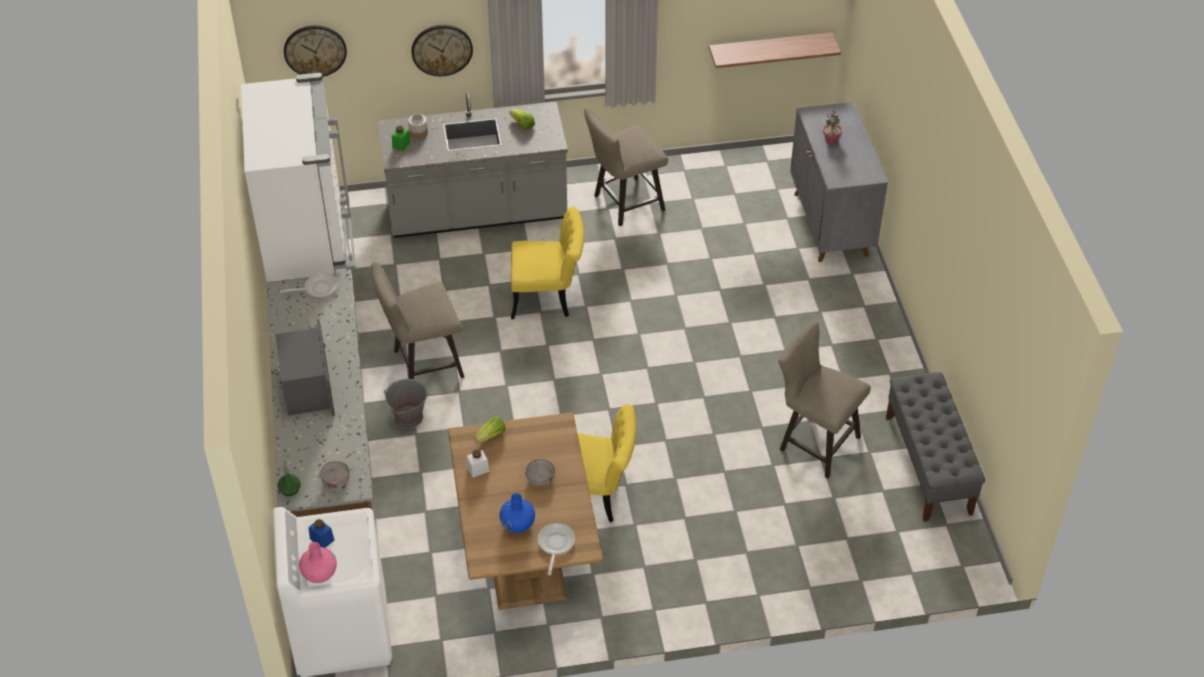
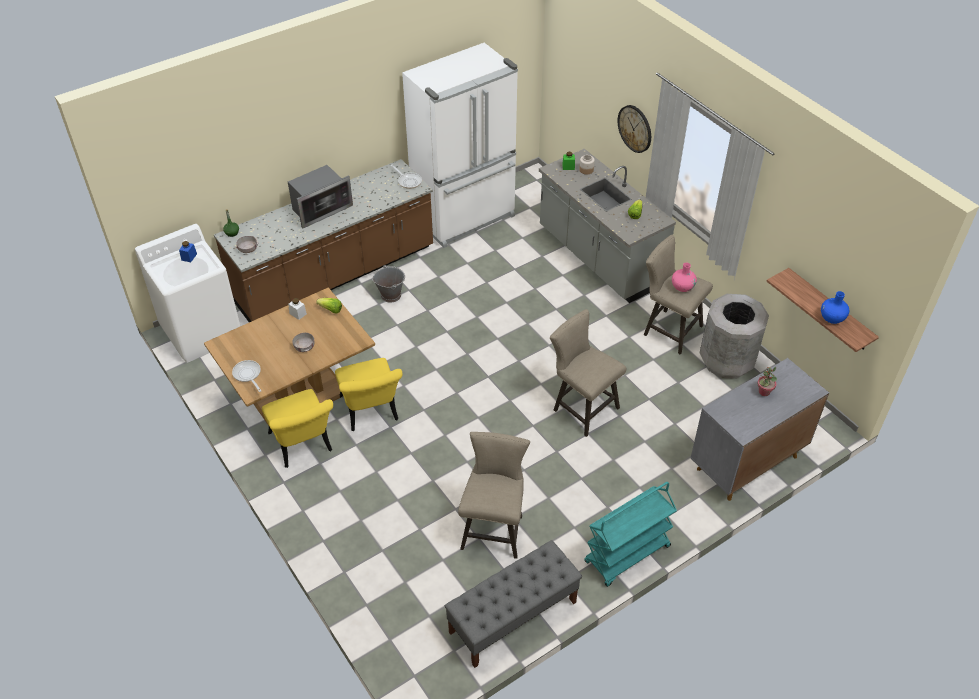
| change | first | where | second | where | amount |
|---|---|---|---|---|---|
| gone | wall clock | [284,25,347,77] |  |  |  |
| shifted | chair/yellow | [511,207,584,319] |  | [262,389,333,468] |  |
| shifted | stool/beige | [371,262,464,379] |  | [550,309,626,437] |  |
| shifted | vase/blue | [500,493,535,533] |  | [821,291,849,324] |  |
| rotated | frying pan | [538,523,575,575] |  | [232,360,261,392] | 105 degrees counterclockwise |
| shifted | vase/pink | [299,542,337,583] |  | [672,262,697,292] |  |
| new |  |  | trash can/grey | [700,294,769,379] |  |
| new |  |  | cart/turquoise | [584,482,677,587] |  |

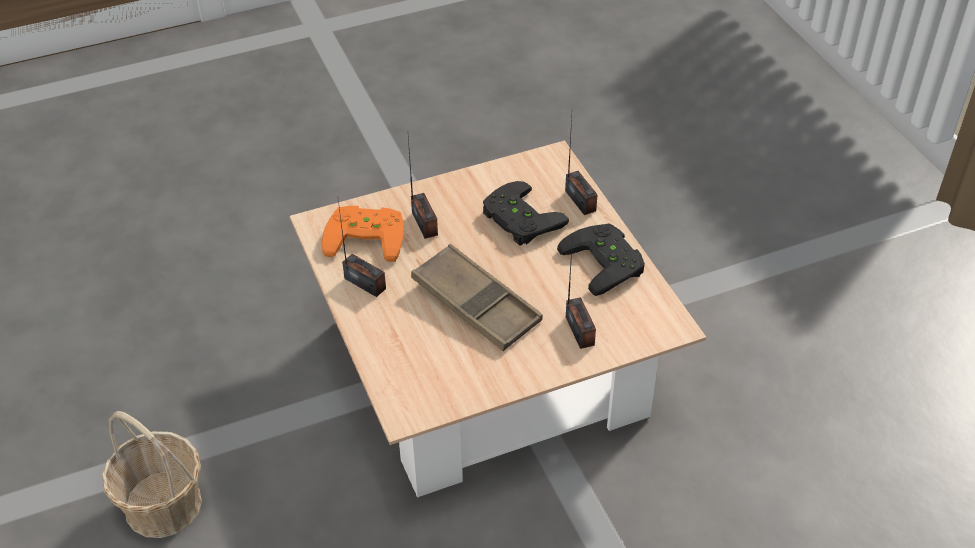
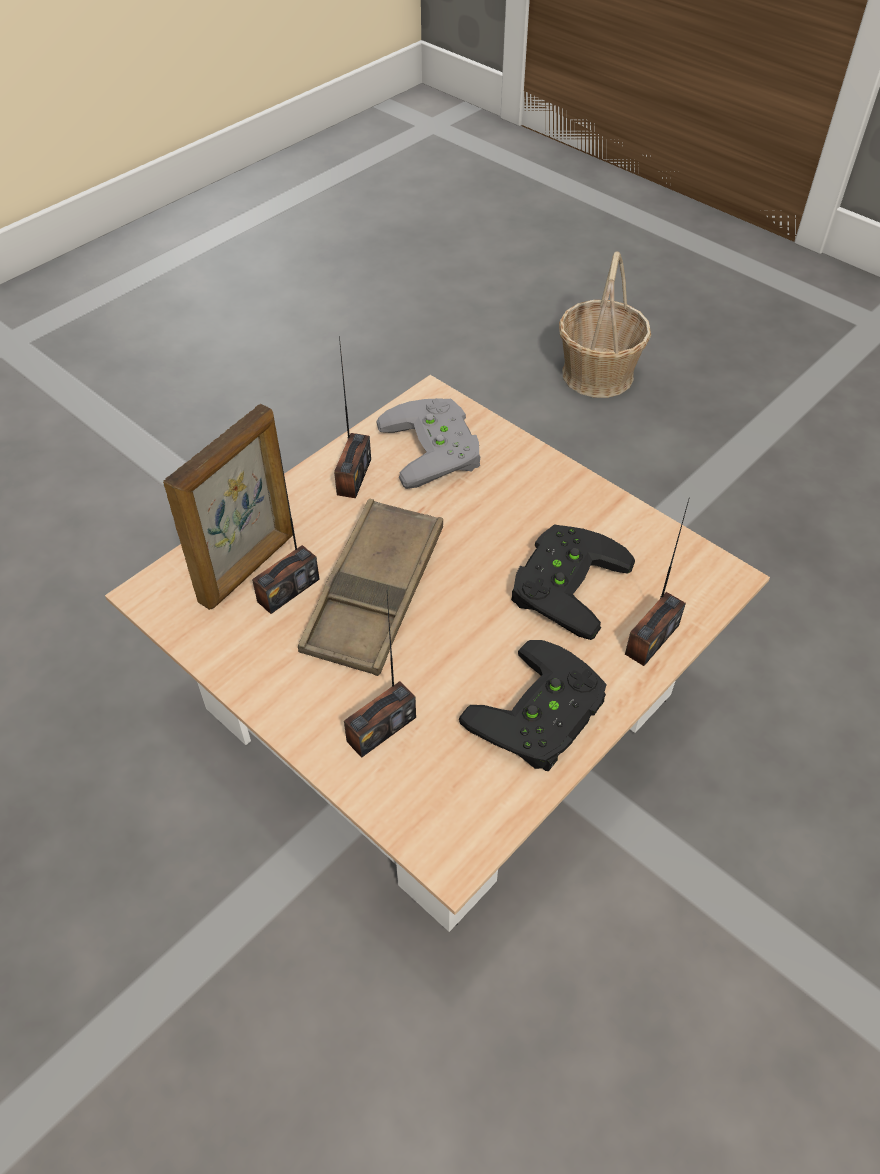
| change | first | where | second | where | amount |
|---|---|---|---|---|---|
| shifted | radio | [408,137,438,239] |  | [252,448,320,614] |  |
| repainted | game controller/orange | [322,206,404,262] | game controller/grey | [376,398,480,489] |  |
| shifted | basket | [102,411,202,538] |  | [559,251,651,398] |  |
| new |  |  | picture frame | [163,404,293,610] |  |

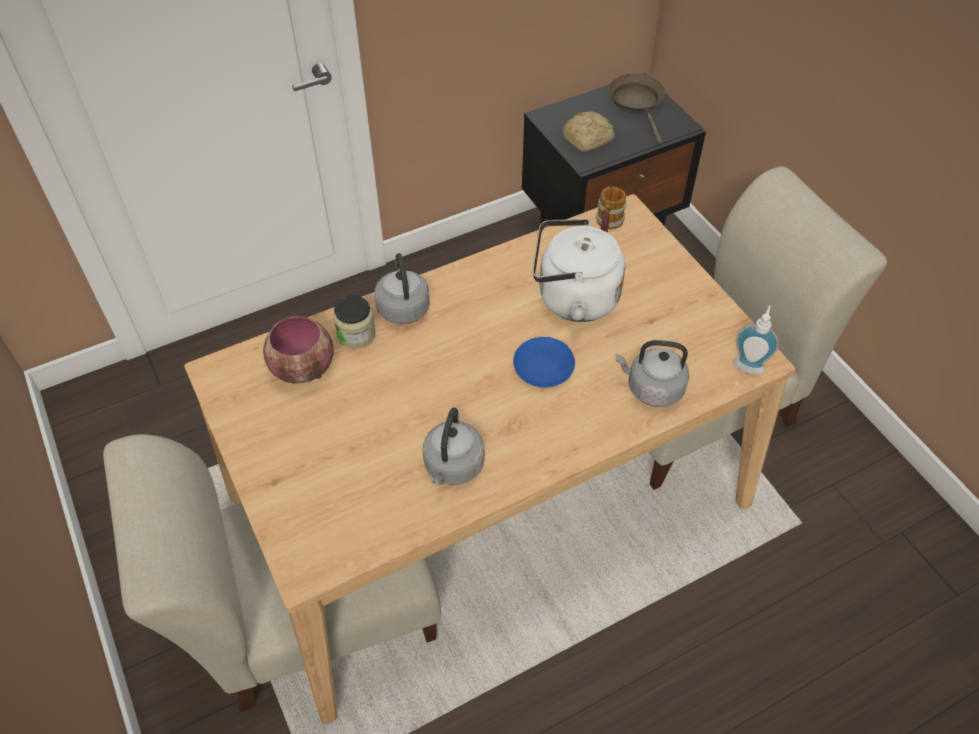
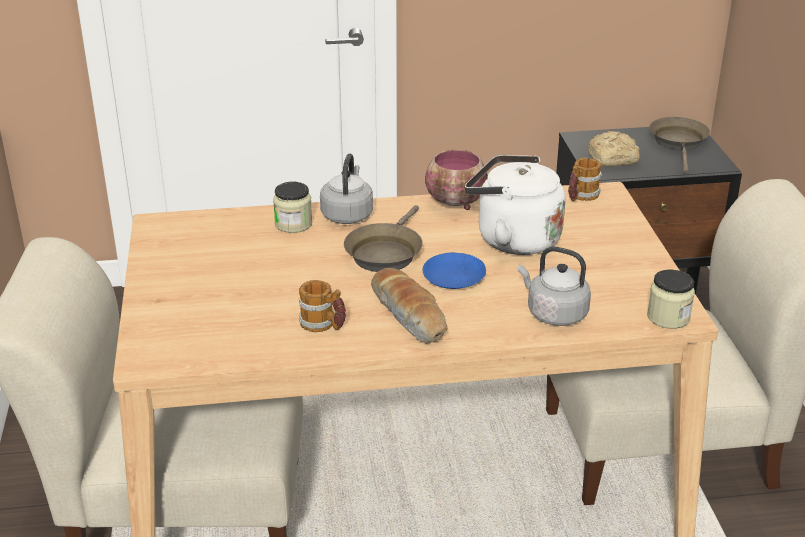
| change | first | where | second | where | amount |
|---|---|---|---|---|---|
| swapped | soap dispenser | [733,305,779,374] | jar | [647,270,695,329] |  |
| shifted | bowl | [263,316,334,384] |  | [425,149,488,210] |  |
| swapped | kettle/grey | [422,408,485,485] | mug | [299,280,346,332] |  |
| new |  |  | frying pan/brown | [344,205,423,272] |  |
| new |  |  | bread | [371,268,448,343] |  |

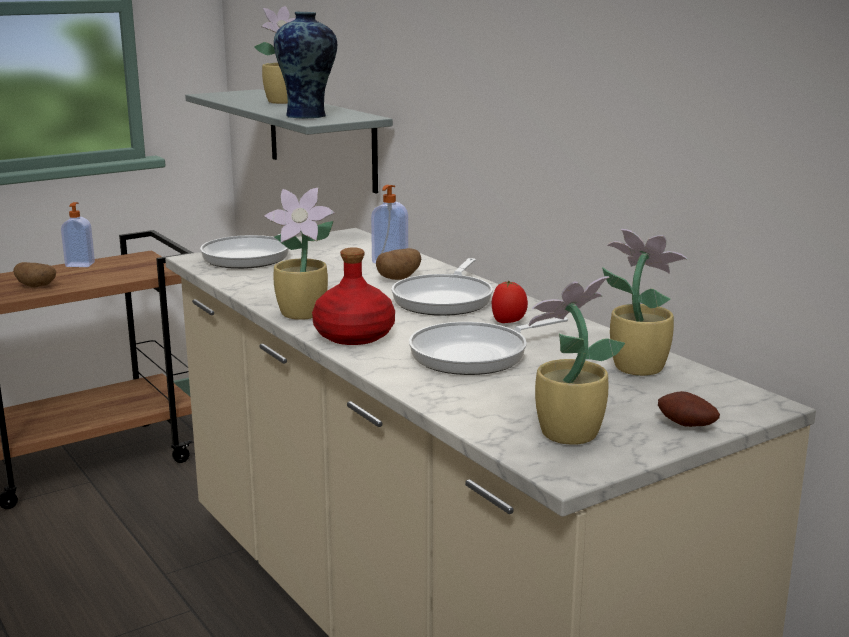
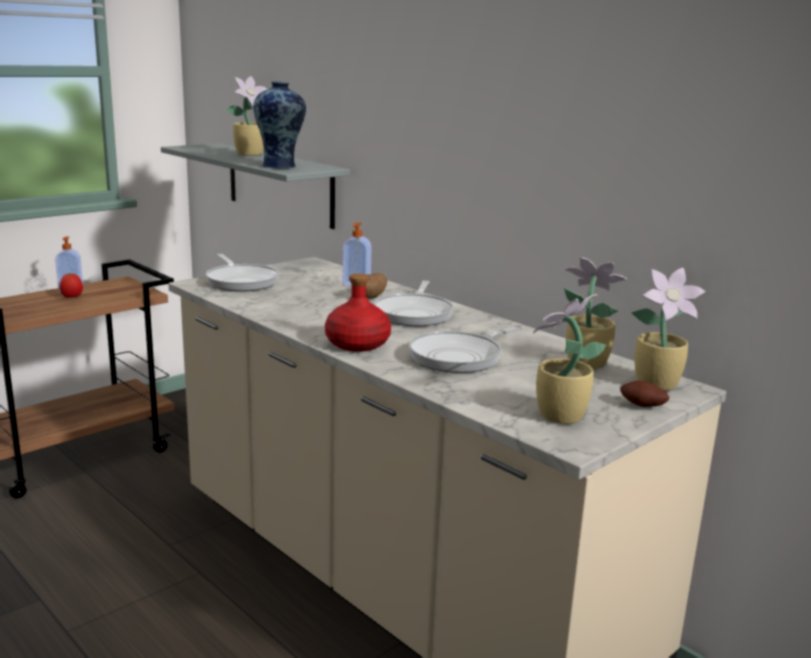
| change | first | where | second | where | amount |
|---|---|---|---|---|---|
| shifted | potted plant | [264,188,335,320] |  | [631,268,705,391] |  |
| rotated | frying pan | [200,231,301,269] |  | [206,254,279,292] | 60 degrees counterclockwise |
| gone | potato | [13,262,56,288] |  |  |  |
| shifted | tomato | [492,281,528,323] |  | [60,273,83,298] |  |

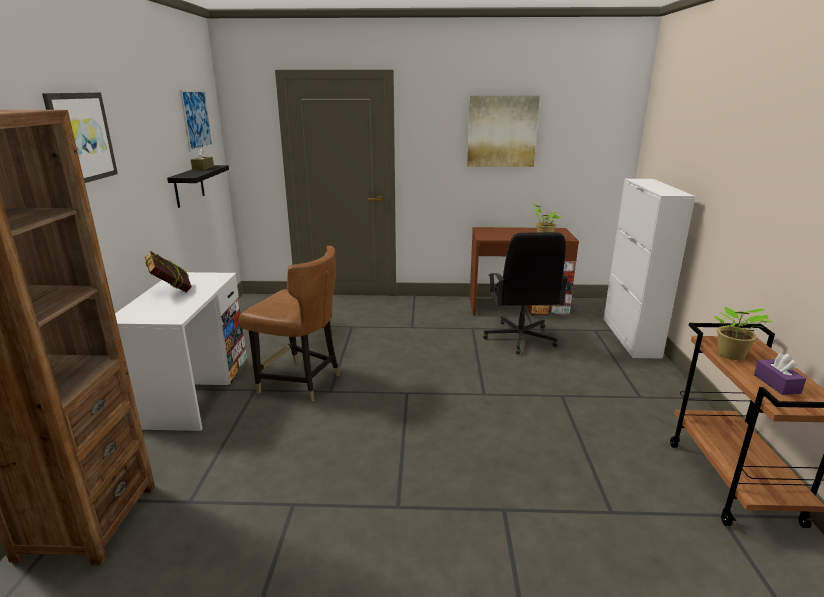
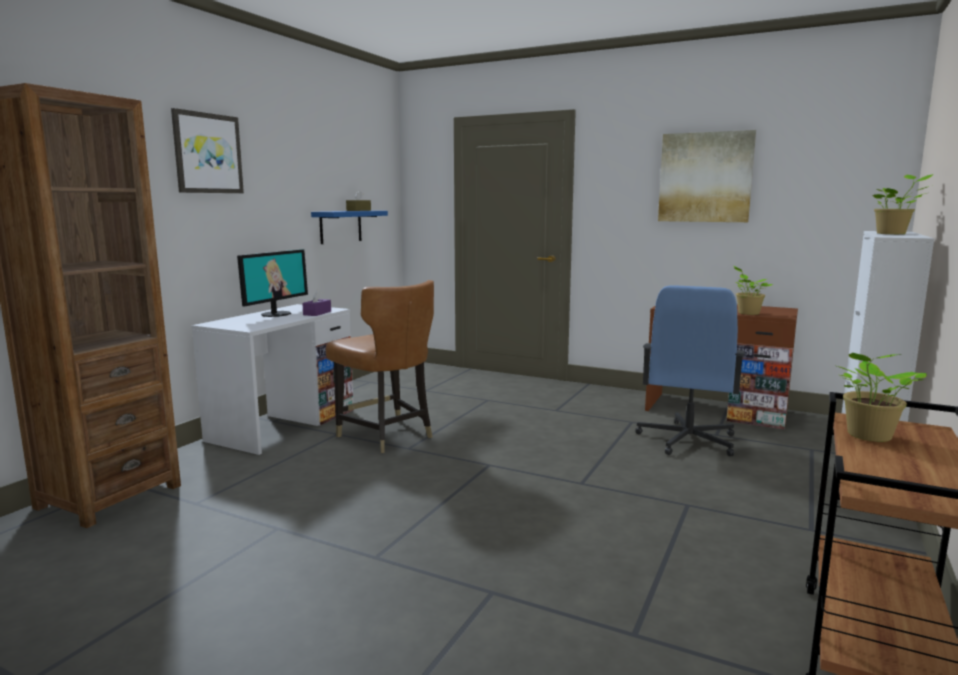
| change | first | where | second | where | amount |
|---|---|---|---|---|---|
| gone | picture | [180,90,213,152] |  |  |  |
| repainted | shelf/black | [167,165,229,208] | shelf/blue | [311,211,388,244] |  |
| repainted | office chair/black | [483,232,569,354] | office chair/blue | [635,285,745,456] |  |
| swapped | book | [145,251,192,292] | monitor | [237,249,308,317] |  |
| shifted | tissue box/purple | [754,353,806,395] |  | [302,290,331,316] |  |
| new |  |  | potted plant | [873,174,933,234] |  |

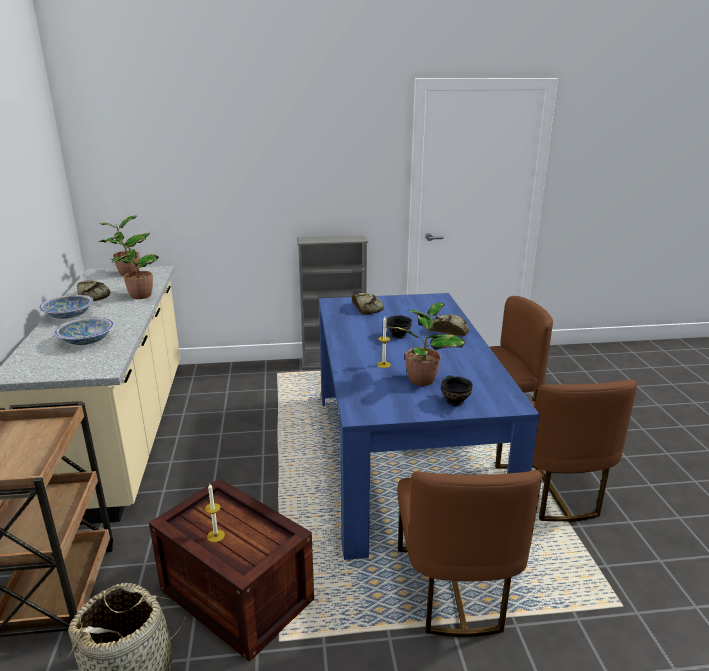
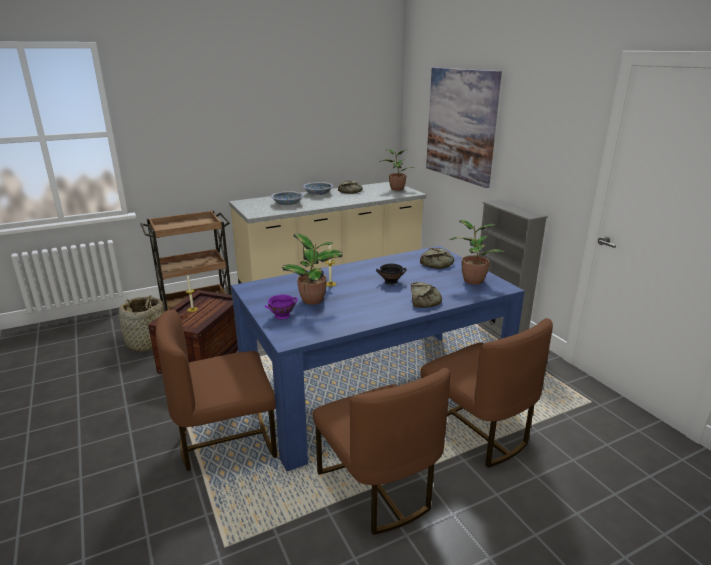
| change | first | where | second | where | amount |
|---|---|---|---|---|---|
| shifted | potted plant | [109,233,159,299] |  | [447,220,505,285] |  |
| repainted | bowl/black | [441,375,473,406] | bowl/purple | [265,295,298,319] |  |
| rotated | chair/brown | [495,379,637,522] |  | [313,368,450,535] | 90 degrees counterclockwise |
| new |  |  | picture | [426,68,502,188] |  |

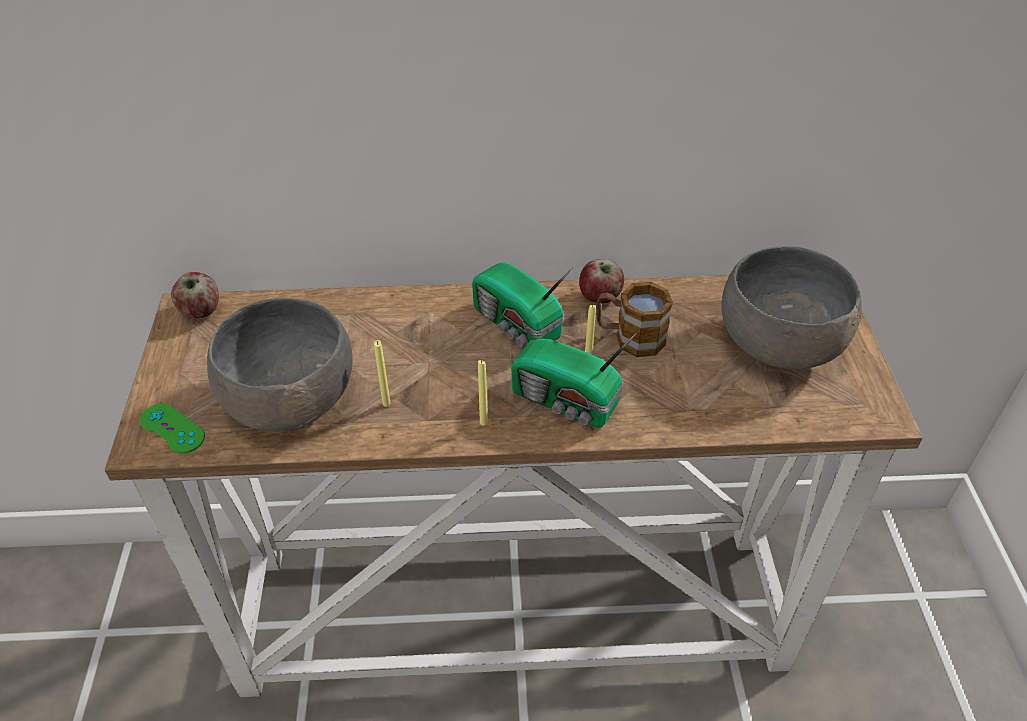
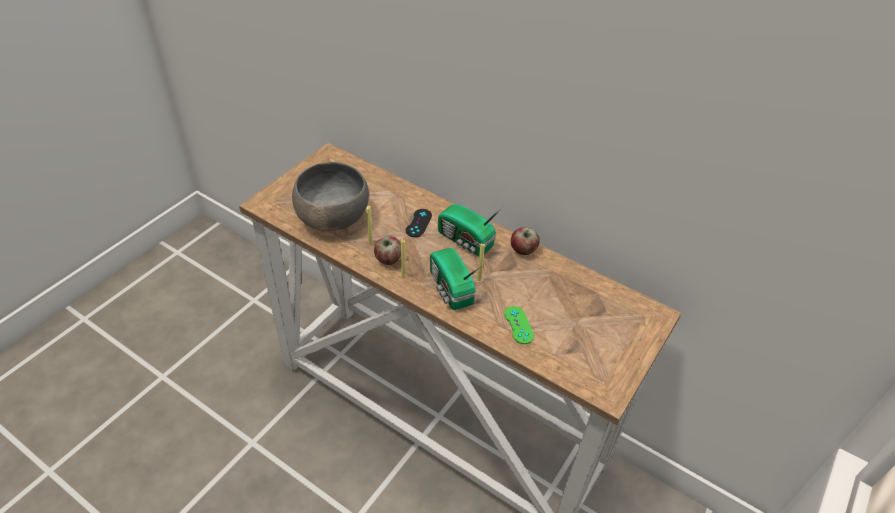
| change | first | where | second | where | amount |
|---|---|---|---|---|---|
| gone | bowl/grey | [721,246,862,369] |  |  |  |
| rotated | radio | [472,263,573,346] |  | [438,204,504,256] | 45 degrees counterclockwise |
| shifted | apple | [171,272,219,318] |  | [374,236,401,265] |  |
| gone | mug | [597,282,673,357] |  |  |  |
| shifted | game controller/green | [140,404,205,453] |  | [504,306,534,344] |  |
| new |  |  | game controller/black | [406,209,432,237] |  |

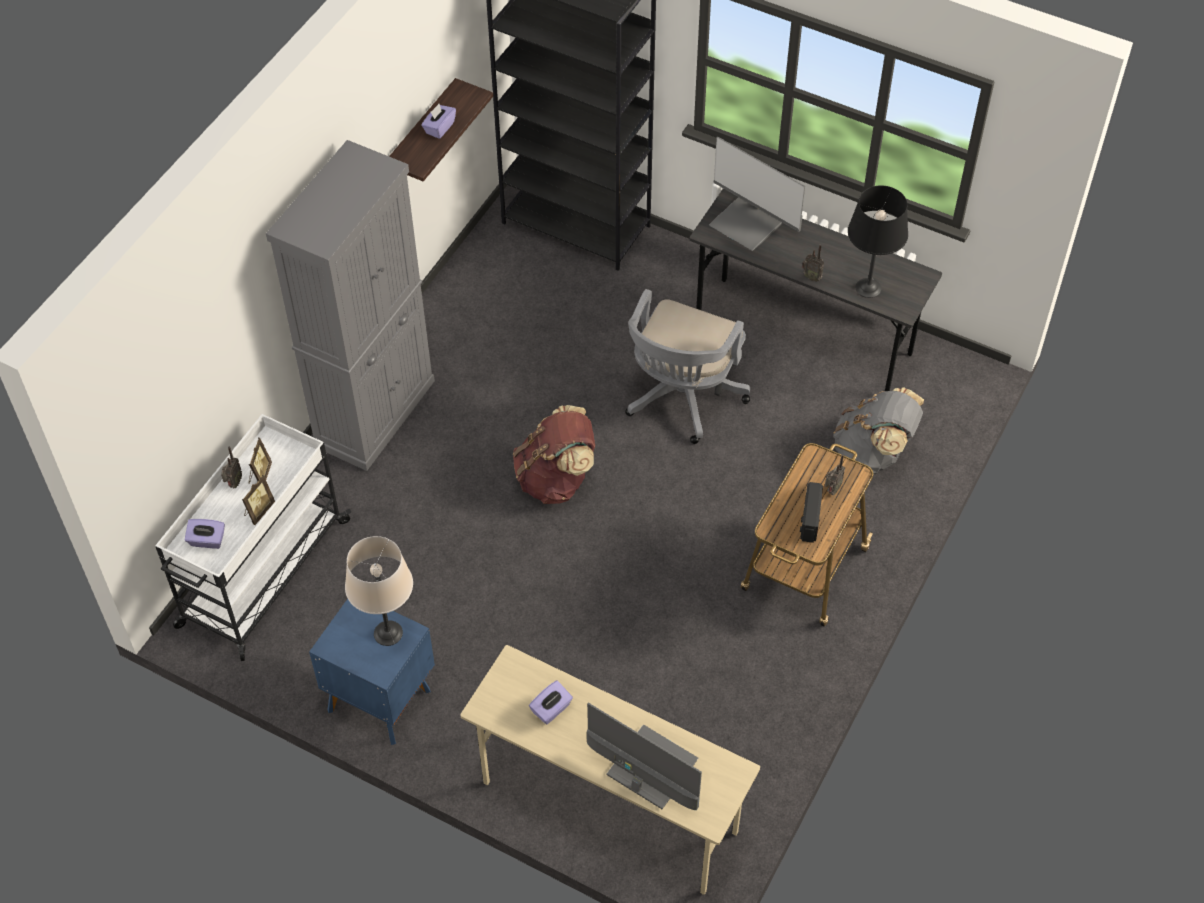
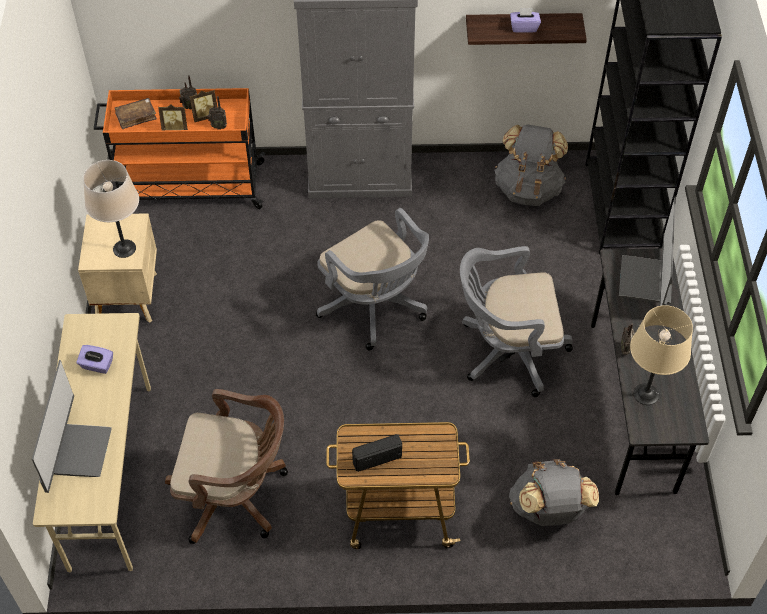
| change | first | where | second | where | amount |
|---|---|---|---|---|---|
| repainted | table lamp/black | [848,185,908,298] | table lamp/beige | [630,305,693,405] |  |
| swapped | backpack/brown | [513,405,595,504] | office chair/grey | [316,208,429,350] |  |
| repainted | cart/white | [155,414,351,661] | cart/orange | [94,88,265,209] |  |
| shifted | radio | [825,454,845,495] |  | [207,96,227,130] |  |
| swapped | tissue box/purple | [185,519,225,549] | book/brown | [115,98,157,129] |  |
| repainted | nightstand/blue | [309,599,435,745] | nightstand/beige | [78,213,157,323] |  |
| new |  |  | backpack/grey | [494,125,568,206] |  |
| new |  |  | office chair/brown | [165,389,288,544] |  |

